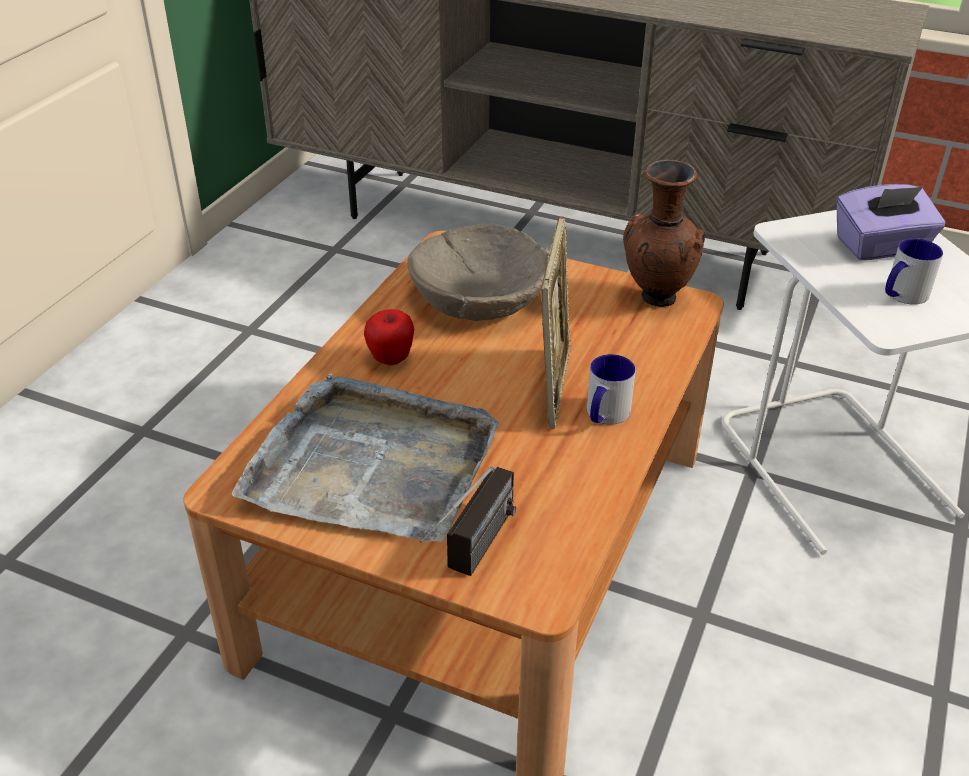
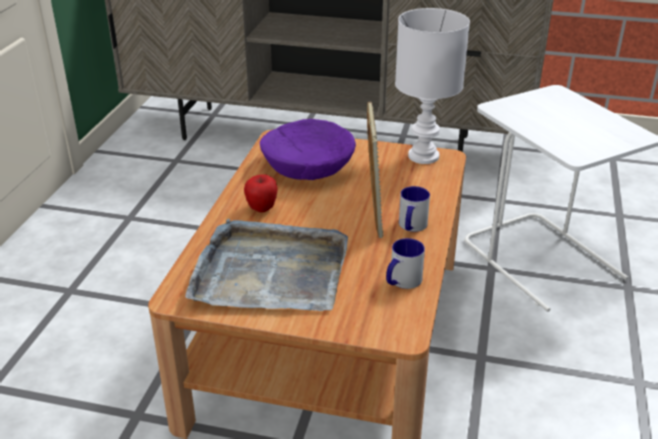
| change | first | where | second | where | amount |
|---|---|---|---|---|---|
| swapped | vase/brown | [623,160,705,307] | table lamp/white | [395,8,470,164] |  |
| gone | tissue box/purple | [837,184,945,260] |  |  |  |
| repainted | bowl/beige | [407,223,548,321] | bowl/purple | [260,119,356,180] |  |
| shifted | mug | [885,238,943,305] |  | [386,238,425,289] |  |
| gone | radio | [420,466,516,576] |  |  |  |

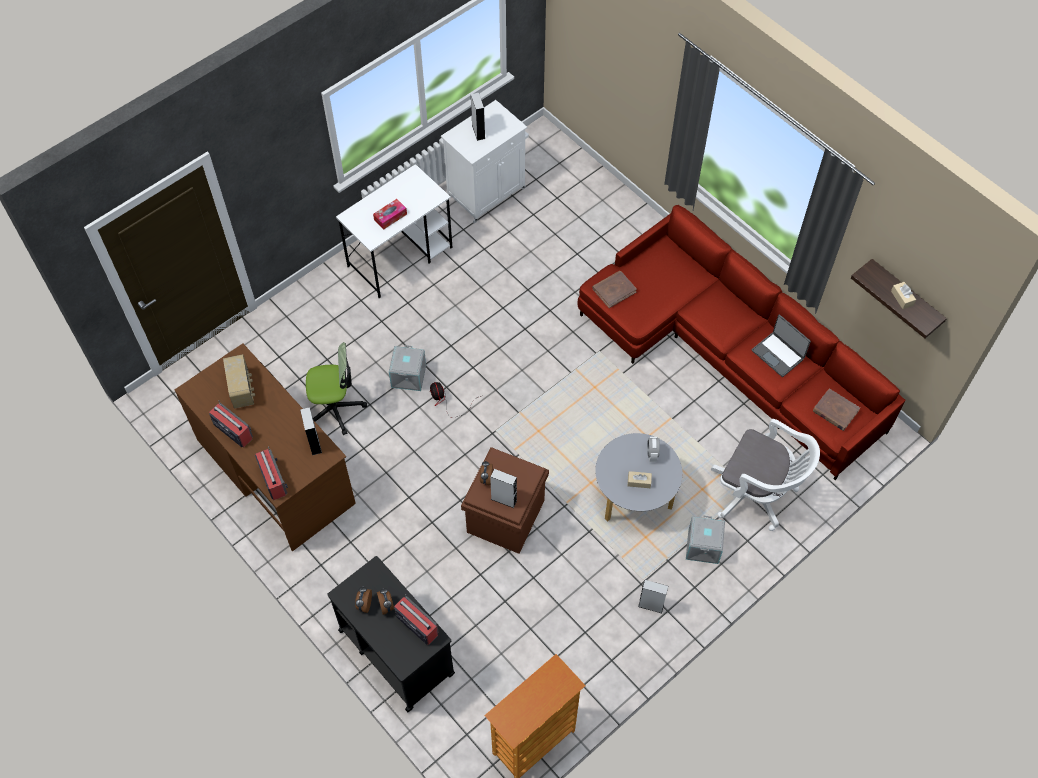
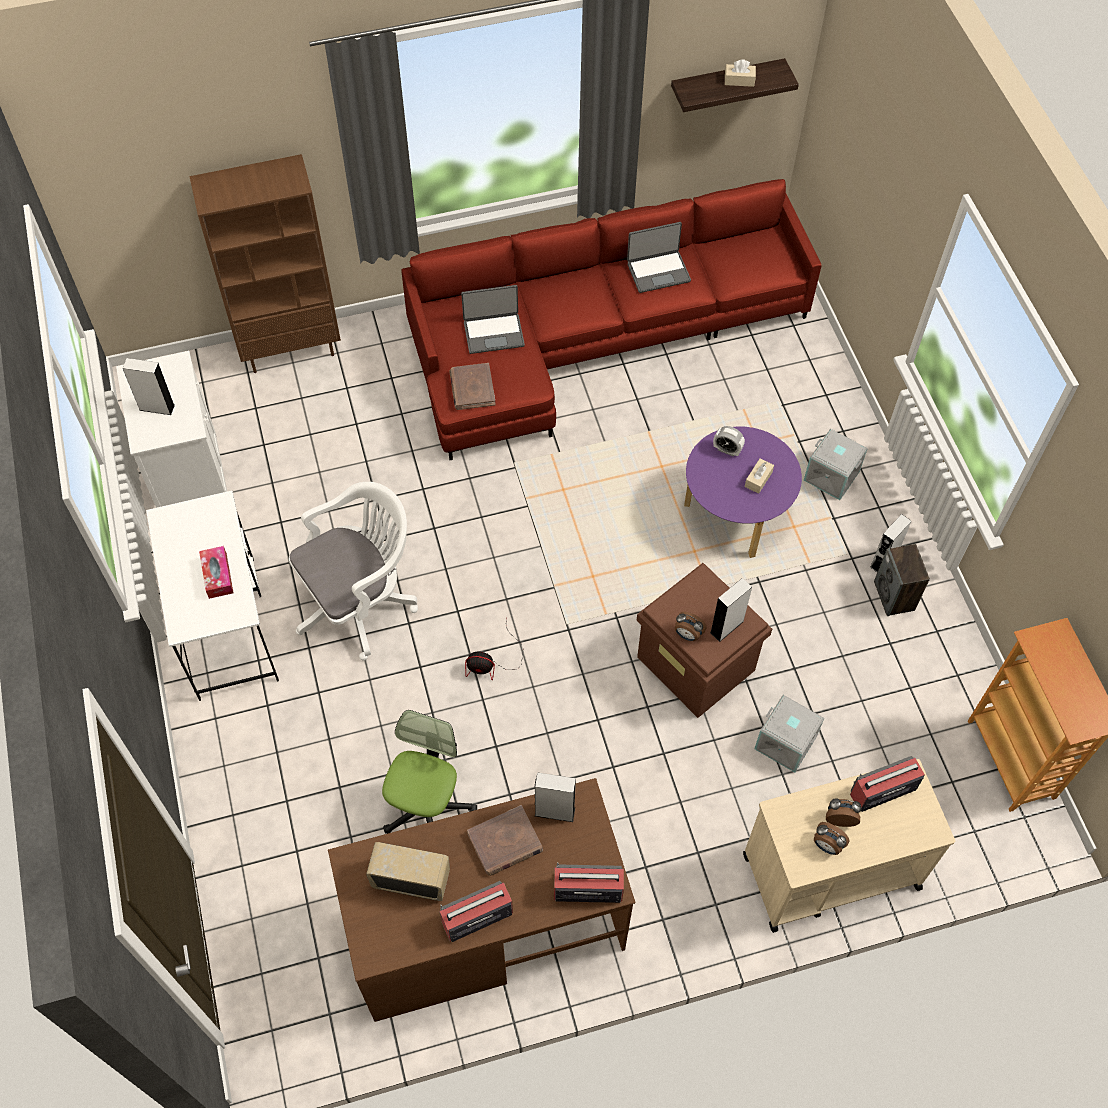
| change | first | where | second | where | amount |
|---|---|---|---|---|---|
| shifted | storage box/grey | [389,345,426,391] |  | [755,695,824,772] |  |
| shifted | book/brown | [813,388,860,431] |  | [467,805,543,876] |  |
| shifted | office chair/white | [711,419,820,531] |  | [289,482,418,661] |  |
| repainted | coffee table/grey | [595,433,683,522] | coffee table/purple | [684,426,802,558] |  |
| repainted | cart/black | [327,556,455,712] | cart/beige | [743,759,955,933] |  |
| new |  |  | bookcase/brown | [189,154,341,373] |  |
| new |  |  | laptop | [461,285,525,354] |  |
| new |  |  | speaker | [874,544,930,616] |  |

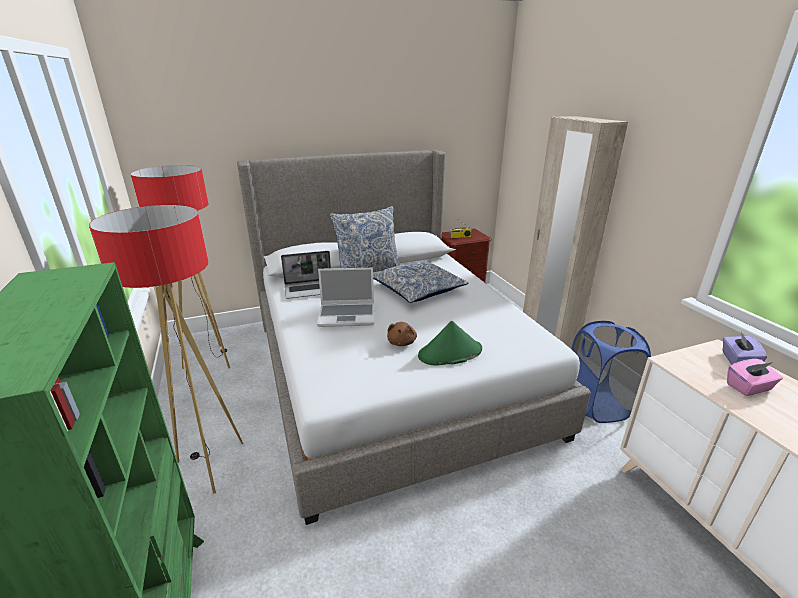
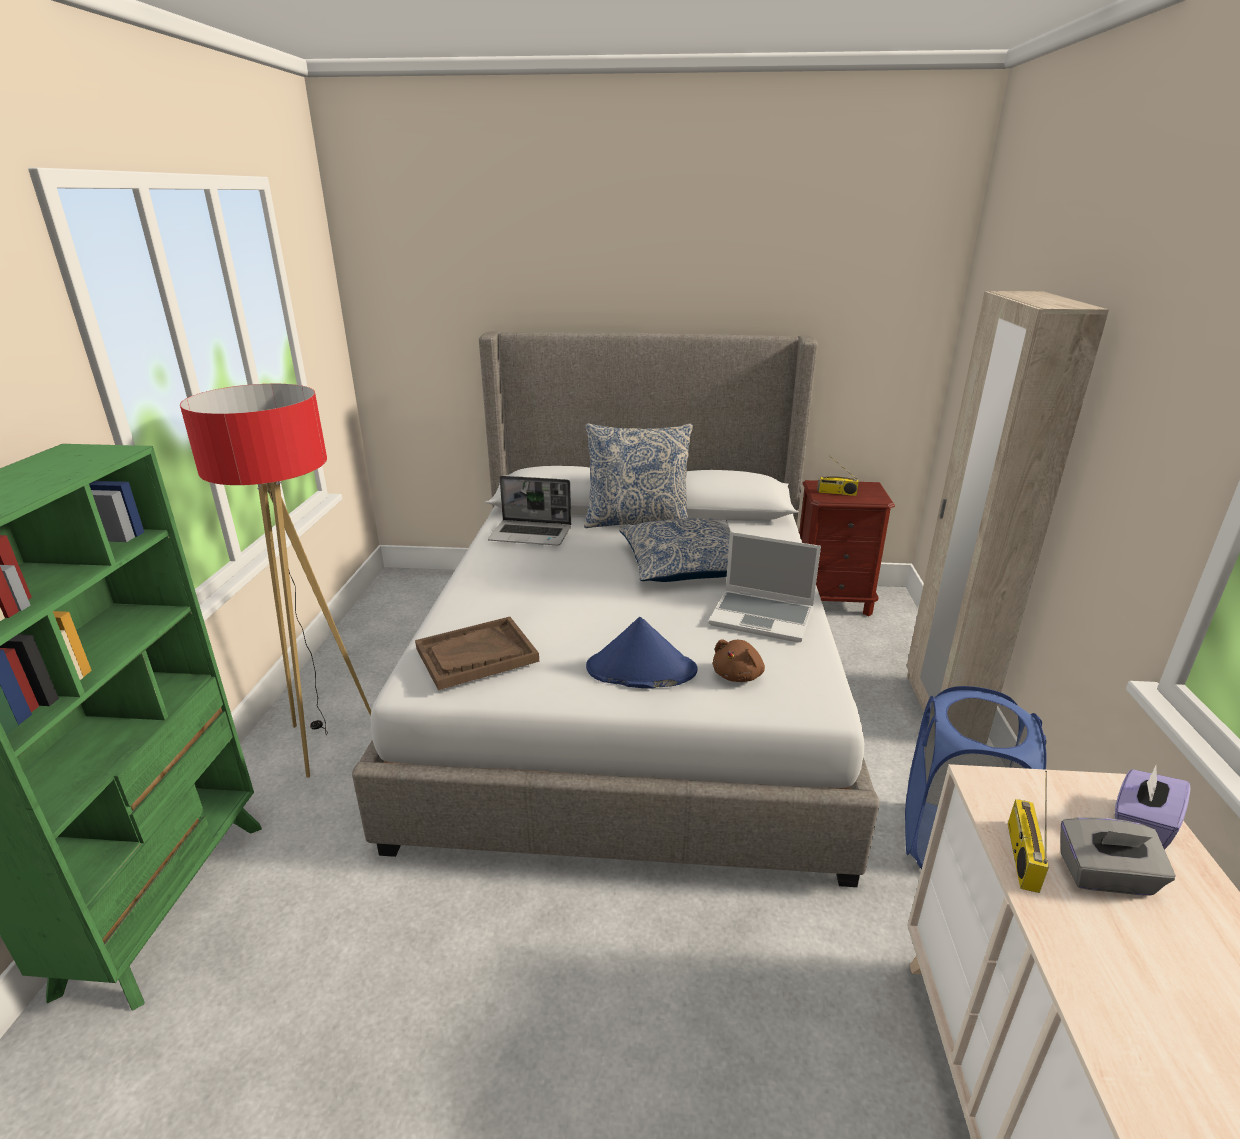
| change | first | where | second | where | amount |
|---|---|---|---|---|---|
| gone | floor lamp | [130,165,230,369] |  |  |  |
| shifted | laptop | [317,268,374,327] |  | [709,532,821,643] |  |
| repainted | hat/green | [418,321,482,366] | hat/blue | [586,617,698,688] |  |
| shifted | plush toy/brown | [387,322,417,346] |  | [712,639,765,682] |  |
| repainted | tissue box/pink | [727,359,783,396] | tissue box/grey | [1061,817,1176,896] |  |
| new |  |  | tray/brown | [415,617,539,690] |  |
| new |  |  | radio | [1008,771,1049,893] |  |

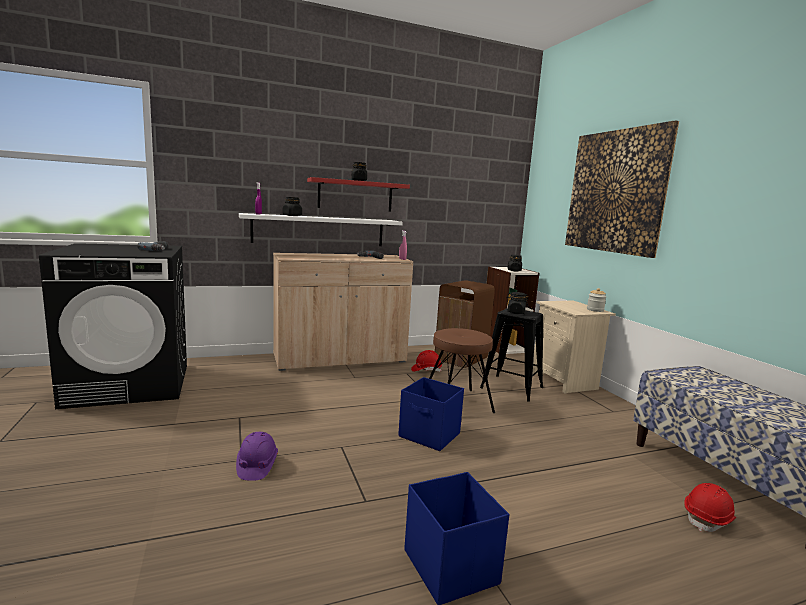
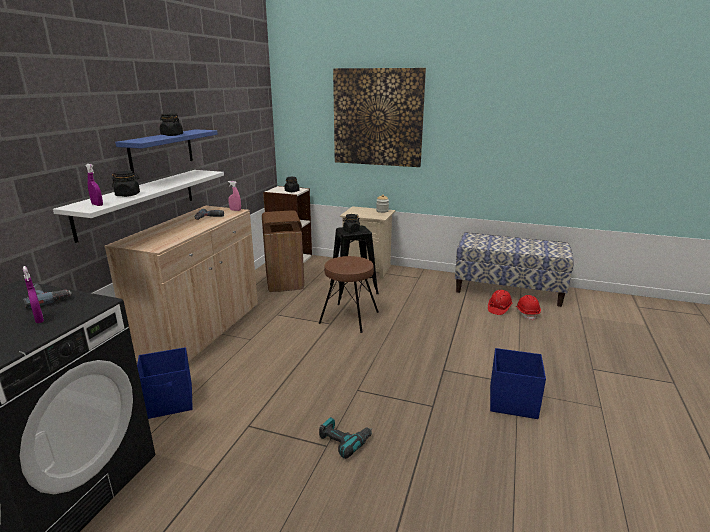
| change | first | where | second | where | amount |
|---|---|---|---|---|---|
| repainted | shelf/red | [307,177,410,212] | shelf/blue | [115,129,218,174] |  |
| shifted | hard hat/red | [411,350,442,372] |  | [488,290,513,315] |  |
| shifted | storage box/blue | [398,377,464,451] |  | [137,347,193,419] |  |
| swapped | hard hat/purple | [236,432,278,481] | power drill | [319,417,372,459] |  |
| new |  |  | spray bottle/purple | [23,266,44,323] |  |

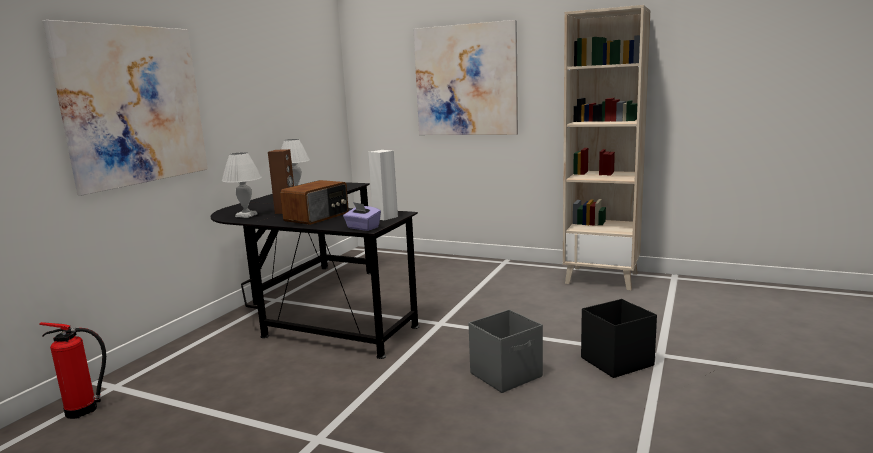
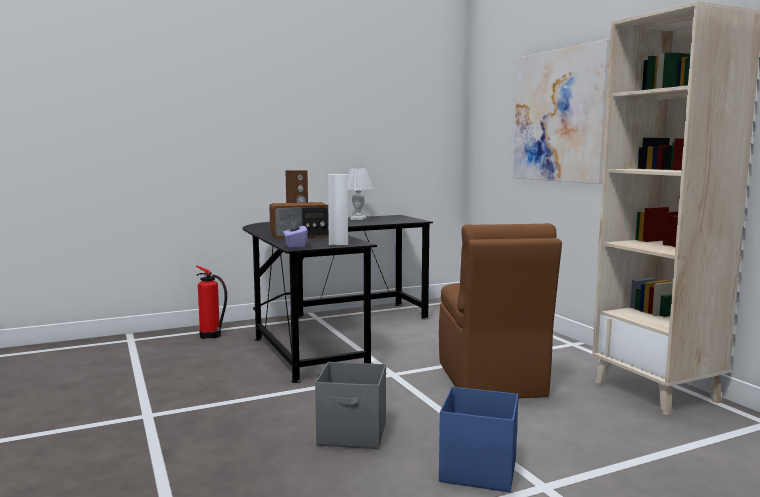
| change | first | where | second | where | amount |
|---|---|---|---|---|---|
| gone | picture | [43,20,208,195] |  |  |  |
| gone | table lamp/white | [222,152,262,218] |  |  |  |
| repainted | storage box/black | [581,299,657,378] | storage box/blue | [439,387,518,492] |  |
| shifted | fire extinguisher | [39,322,106,419] |  | [196,266,227,339] |  |
| new |  |  | chair/brown | [439,223,562,398] |  |

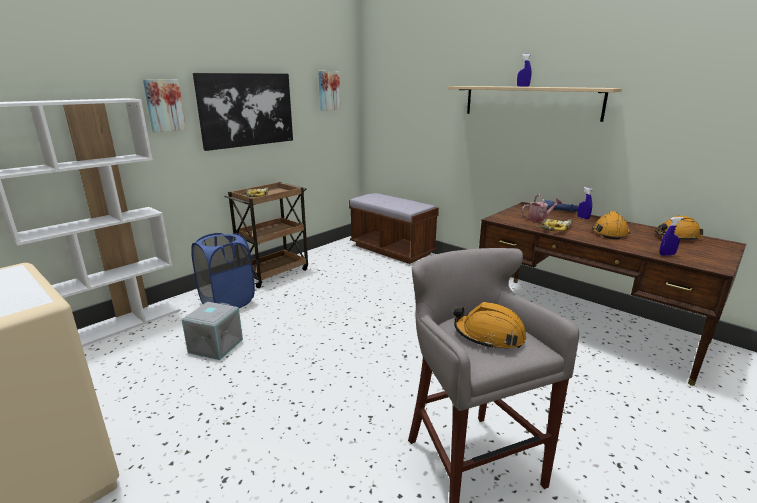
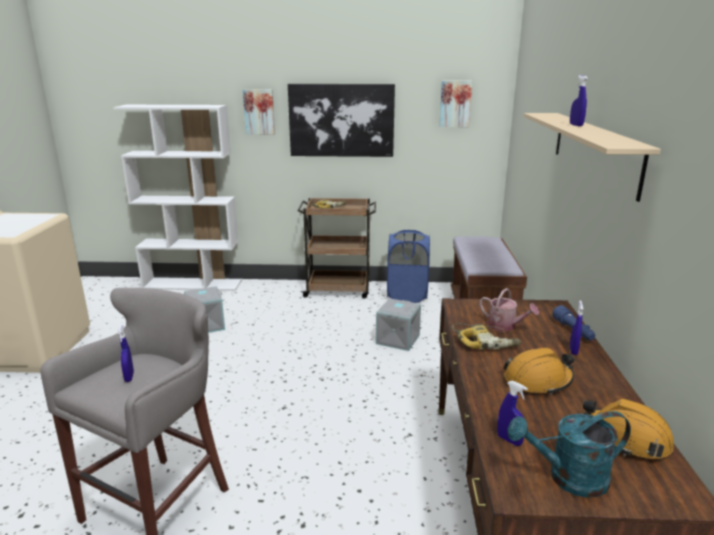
| change | first | where | second | where | amount |
|---|---|---|---|---|---|
| shifted | laundry basket/blue | [191,233,255,308] |  | [387,230,430,303] |  |
| swapped | hard hat/orange | [453,302,526,349] | spray bottle/blue | [118,326,134,382] |  |
| new |  |  | storage box/grey | [376,298,421,351] |  |
| new |  |  | watering can/turquoise | [508,411,631,498] |  |

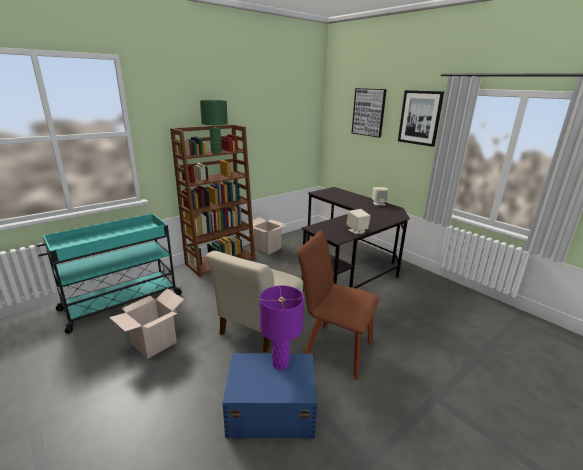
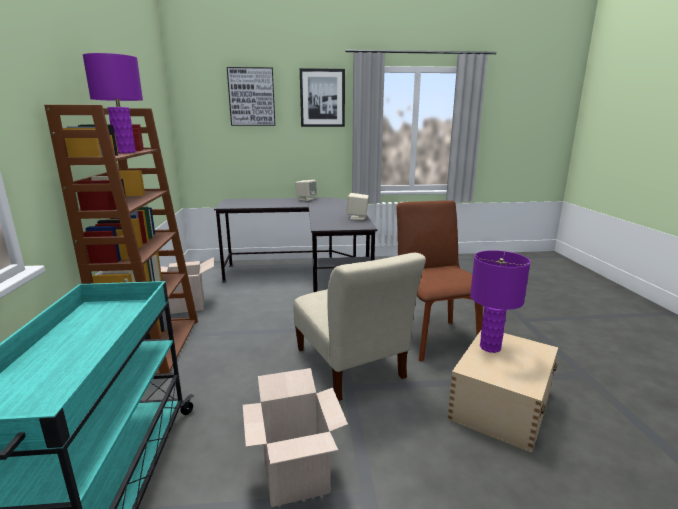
| change | first | where | second | where | amount |
|---|---|---|---|---|---|
| repainted | table lamp/green | [200,100,228,153] | table lamp/purple | [83,53,143,153] |  |
| rotated | chair/brown | [297,231,379,380] |  | [397,200,483,362] | 105 degrees clockwise |
| repainted | storage box/blue | [222,353,317,438] | storage box/beige | [447,329,558,453] |  |

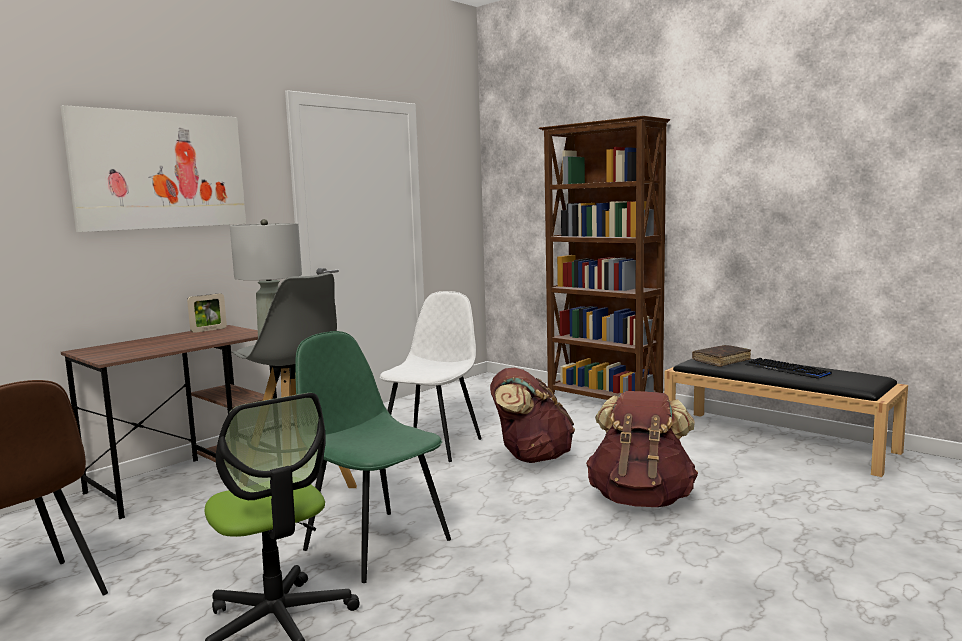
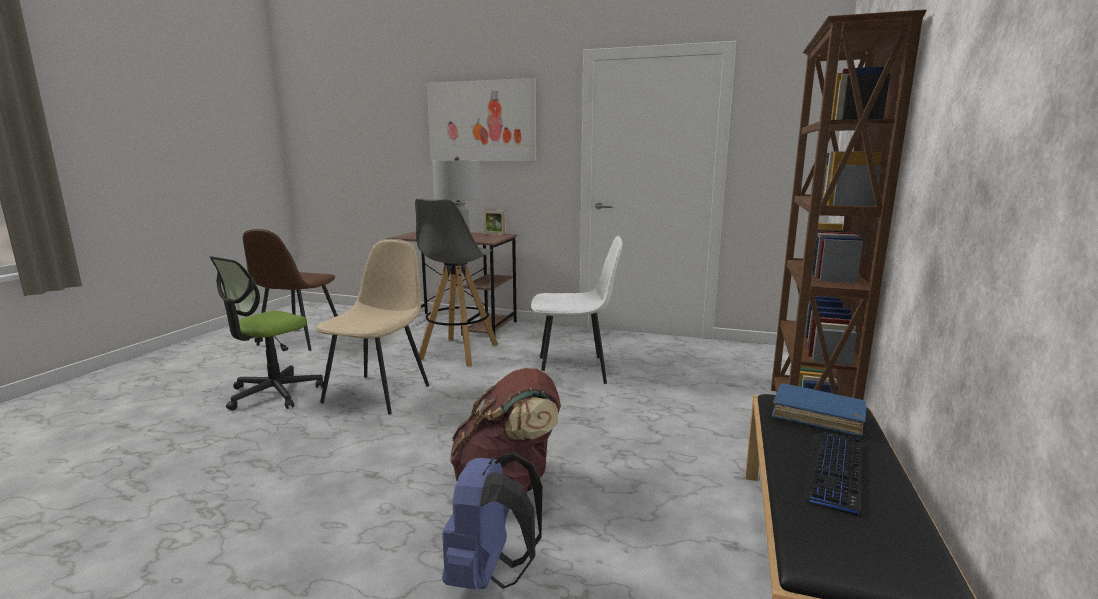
| change | first | where | second | where | amount |
|---|---|---|---|---|---|
| repainted | chair/green | [295,331,451,583] | chair/beige | [316,239,429,414] |  |
| repainted | book/brown | [692,345,751,367] | book/blue | [772,383,866,437] |  |
| gone | backpack/brown | [490,368,575,463] |  |  |  |
| new |  |  | backpack/blue | [442,454,543,590] |  |

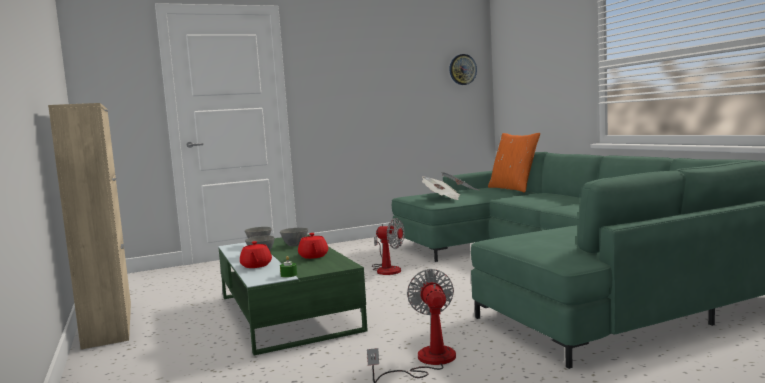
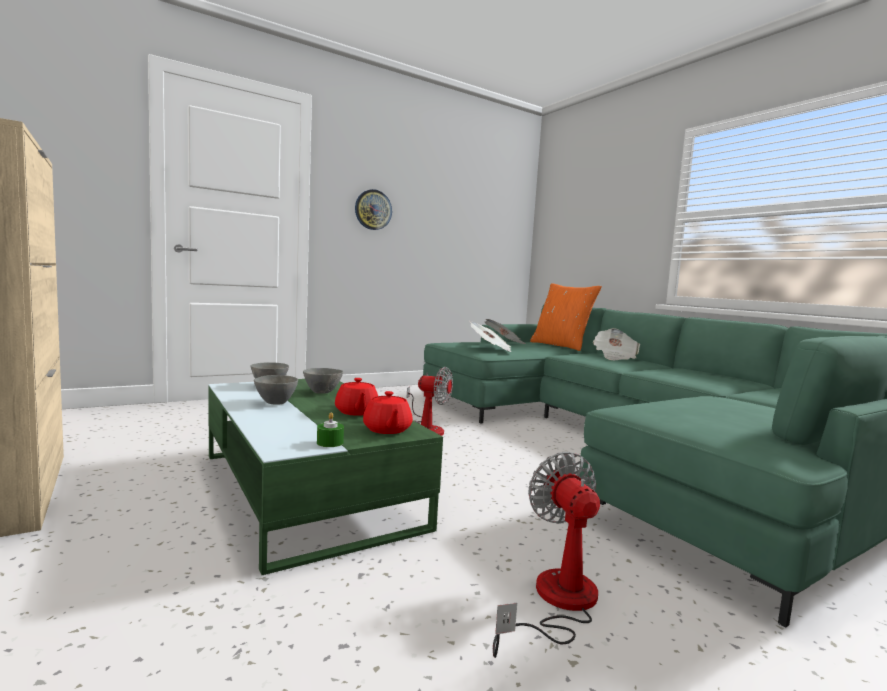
| change | first | where | second | where | amount |
|---|---|---|---|---|---|
| shifted | wall clock | [449,54,477,85] |  | [355,189,392,230] |  |
| shifted | teapot/red | [240,241,272,268] |  | [363,391,413,434] |  |
| new |  |  | newspaper | [593,328,640,360] |  |

